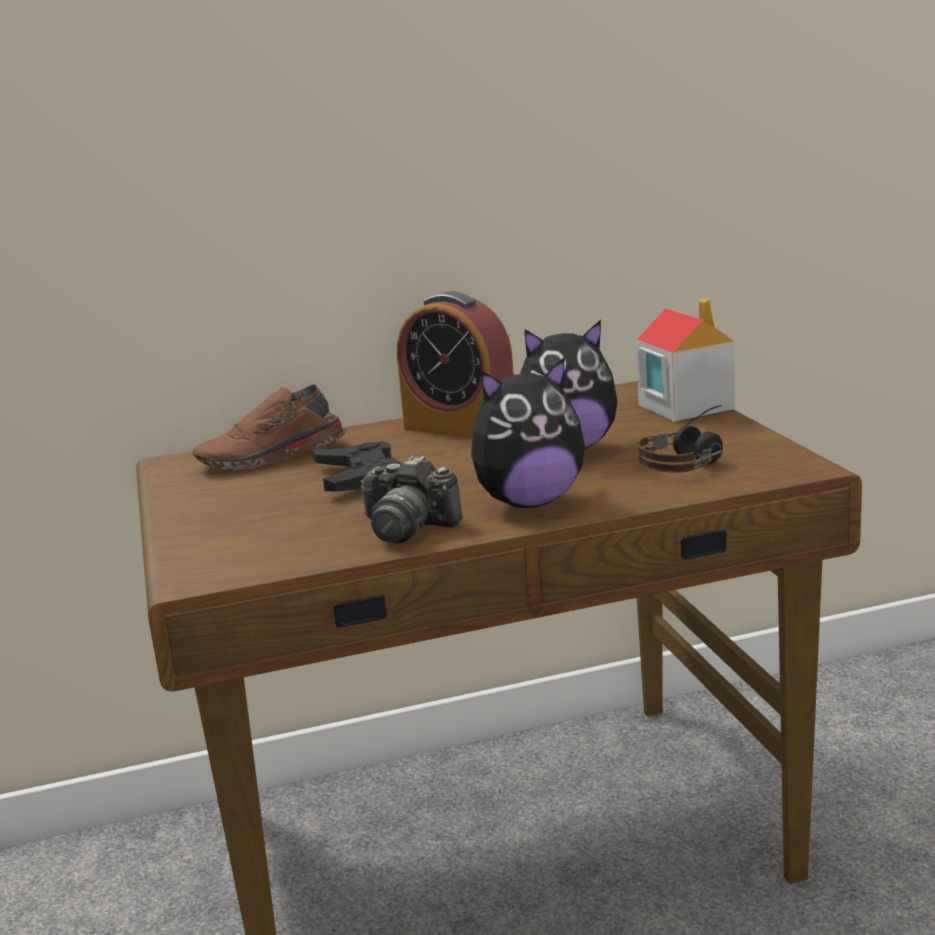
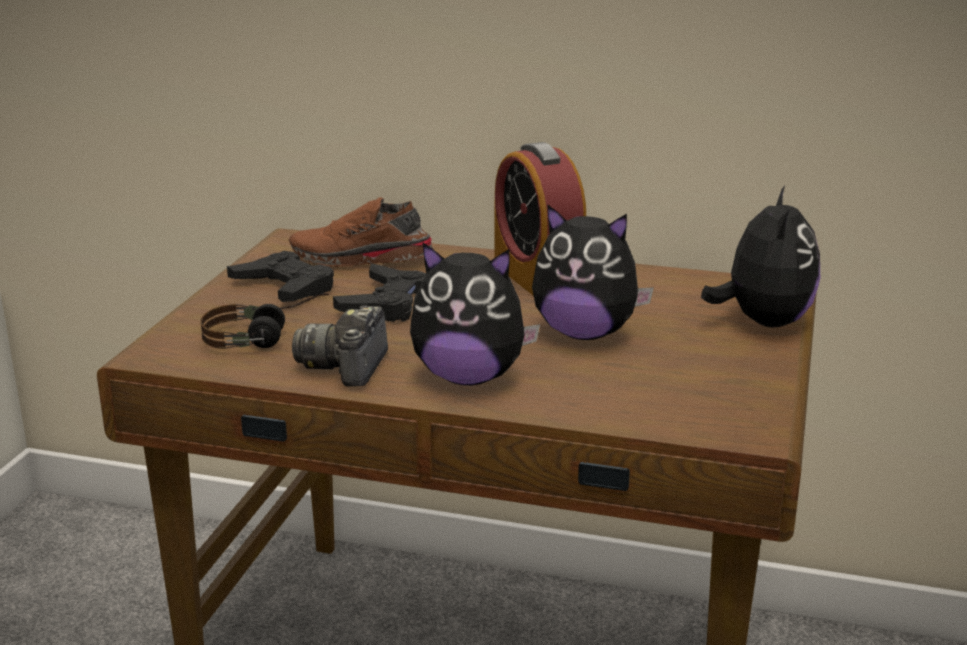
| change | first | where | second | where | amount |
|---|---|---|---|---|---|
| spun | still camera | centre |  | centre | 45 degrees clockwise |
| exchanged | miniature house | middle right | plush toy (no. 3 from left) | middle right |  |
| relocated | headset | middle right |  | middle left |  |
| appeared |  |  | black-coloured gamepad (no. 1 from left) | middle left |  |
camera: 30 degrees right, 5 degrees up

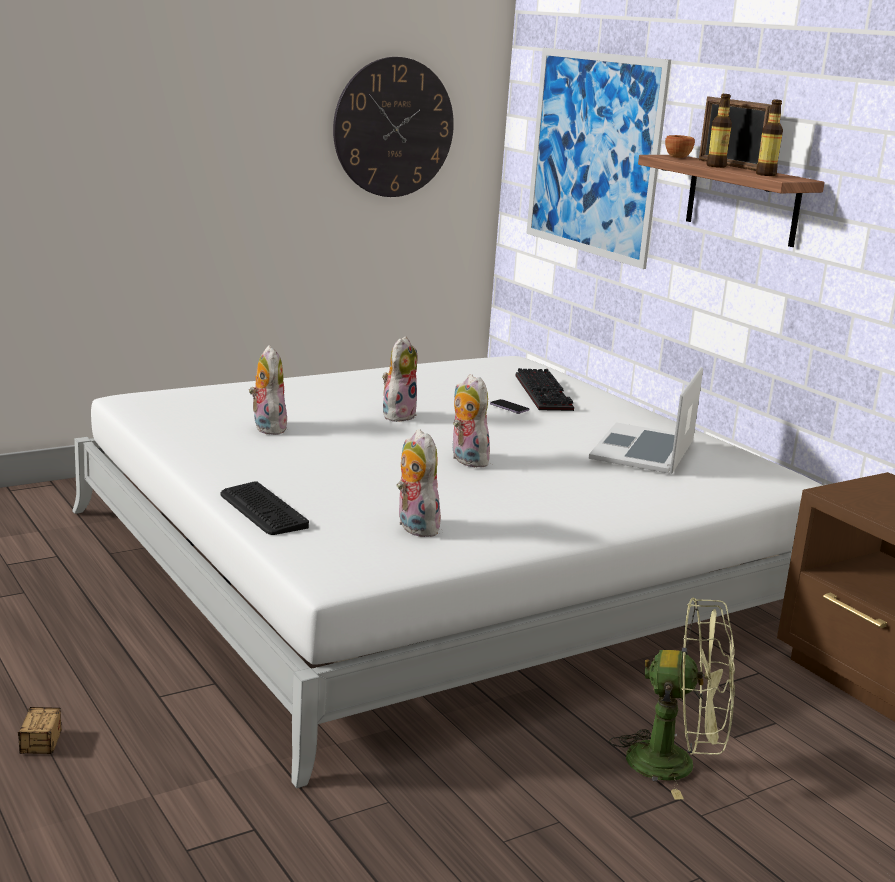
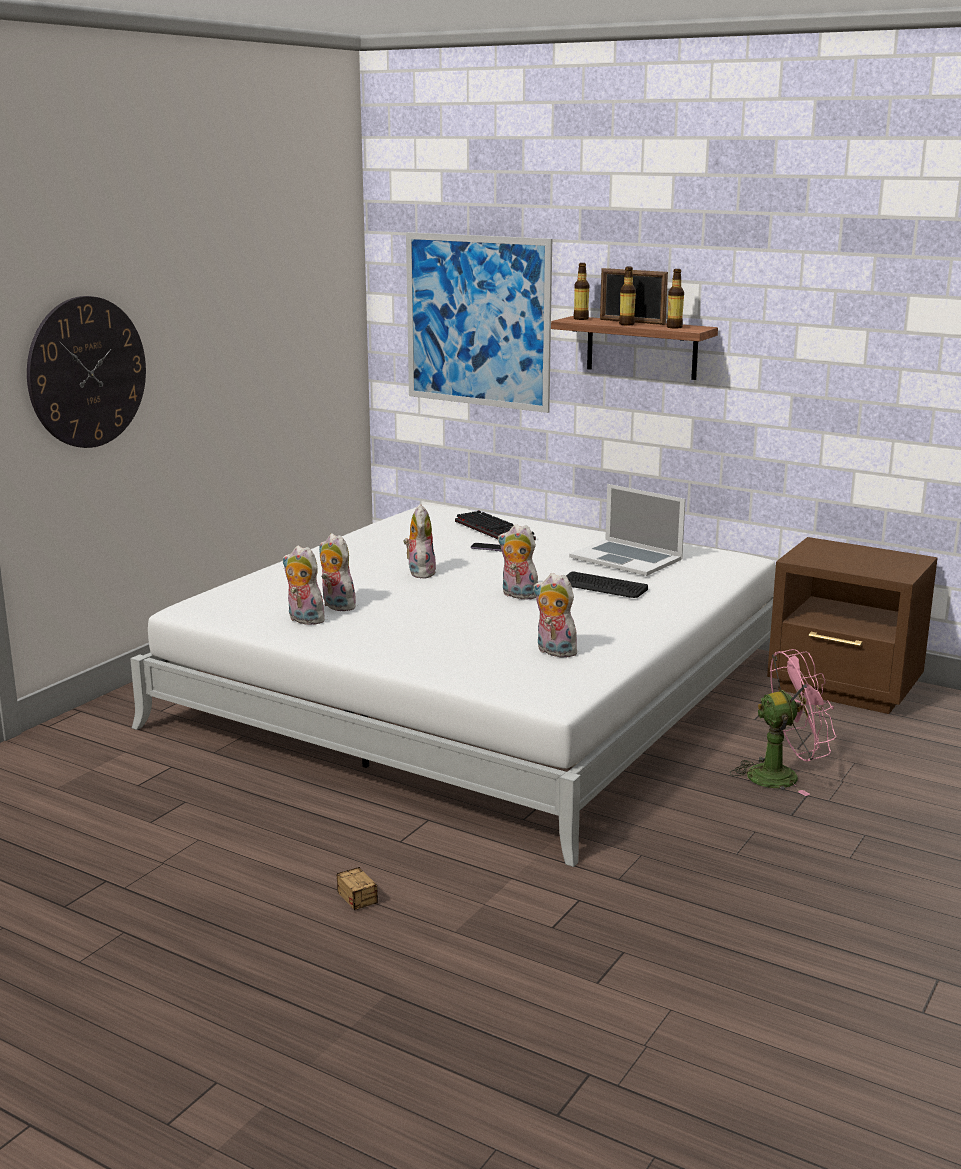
| change | first | where | second | where | amount |
|---|---|---|---|---|---|
| relocated | keyboard (no. 1 from left in the first image) | middle left | keyboard (no. 2 from left) | centre |  |
| relocated | hanging clock | top centre |  | top left |  |
| spun | portable computer | middle right |  | centre | 45 degrees counterclockwise |
| colour | green electric fan | bottom right | pinkish electric fan | middle right |  |
| exchanged | brown small cup | top right | beverage bottle (no. 1 from left) | top centre |  |
| appeared |  |  | plush toy (no. 1 from left) | middle left |  |
camera: 25 degrees left, 0 degrees up

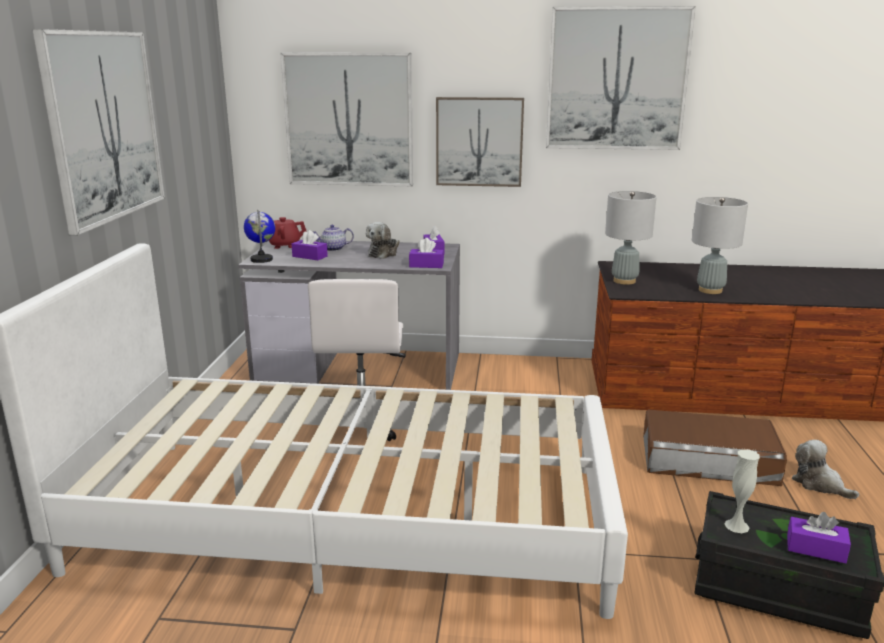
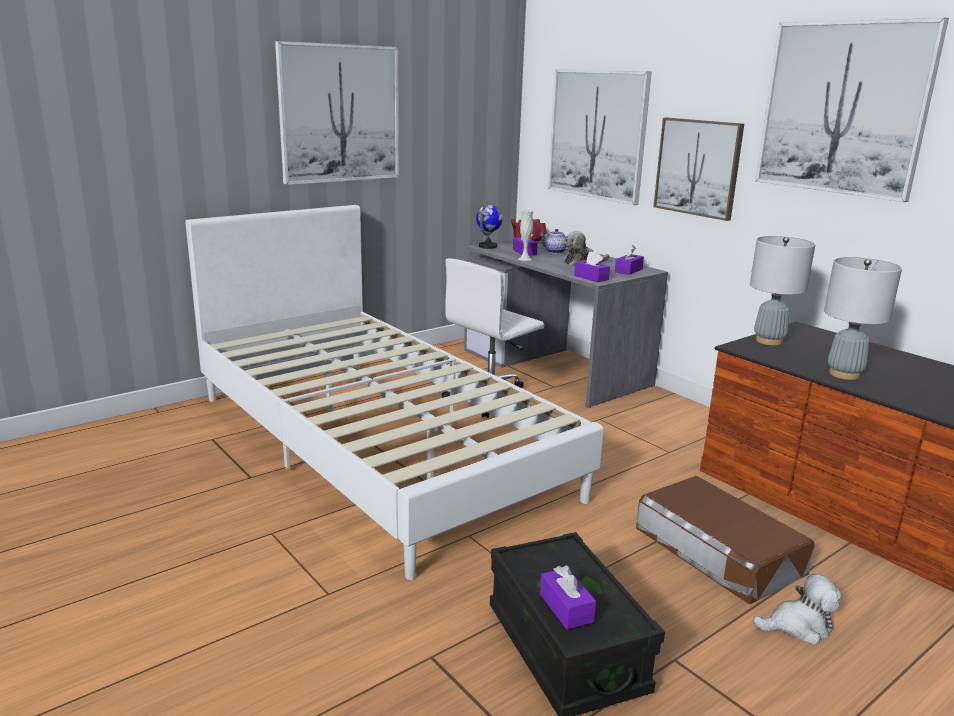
| change | first | where | second | where | amount |
|---|---|---|---|---|---|
| relocated | white vase | bottom right |  | top centre |  |
| spun | plush toy (no. 2 from left) | bottom right |  | bottom right | 75 degrees clockwise |
camera: 45 degrees right, 0 degrees up

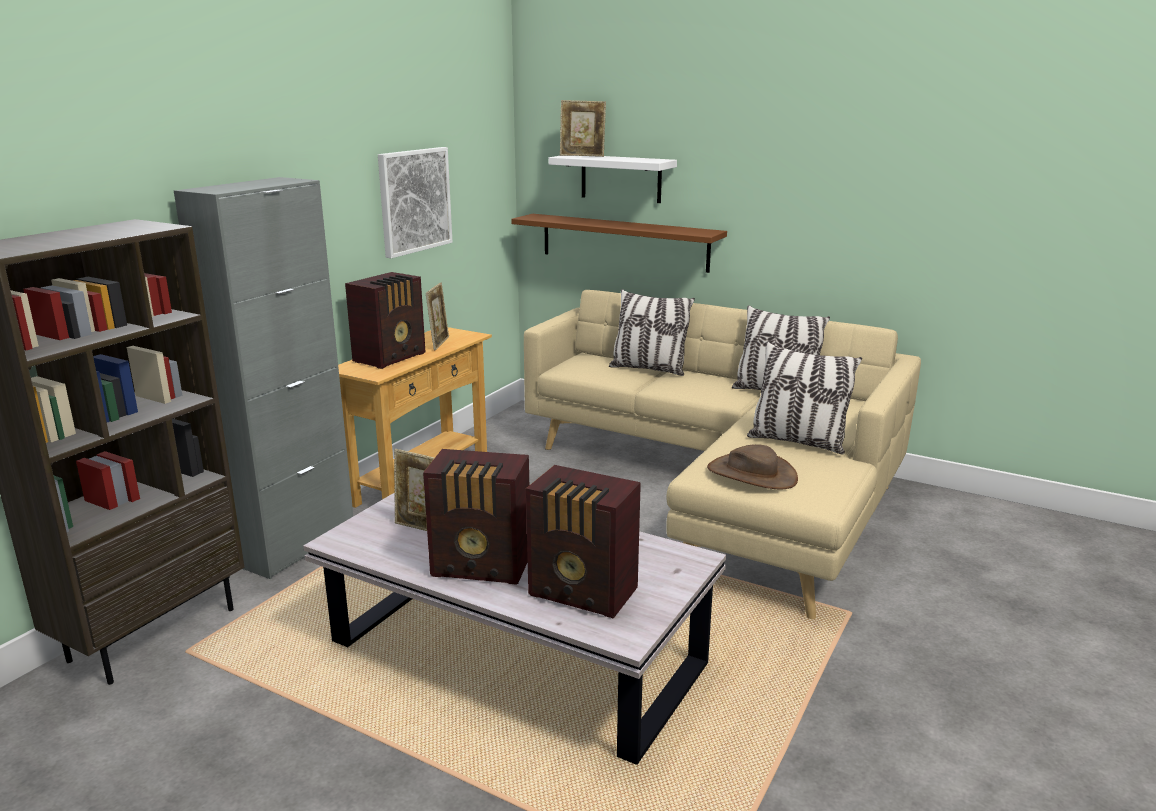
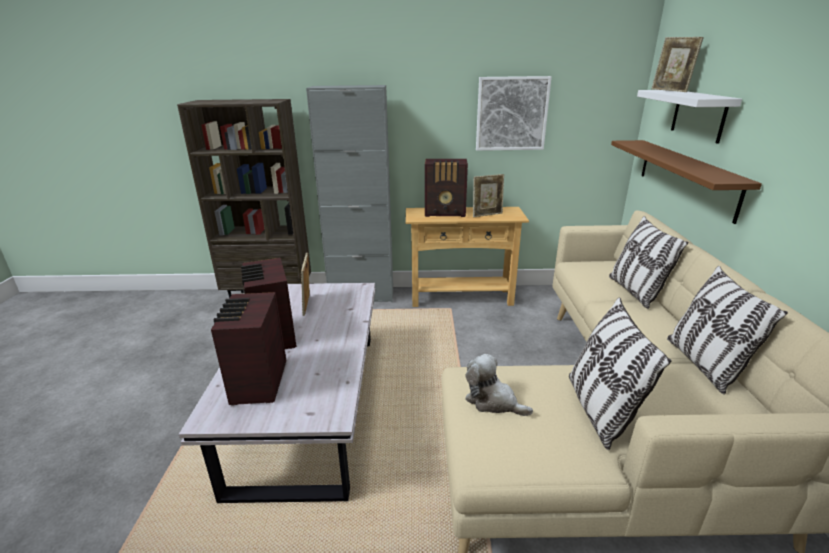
| change | first | where | second | where | amount |
|---|---|---|---|---|---|
| exchanged | brown hat | centre | plush toy | bottom centre |  |
camera: 60 degrees right, 5 degrees up

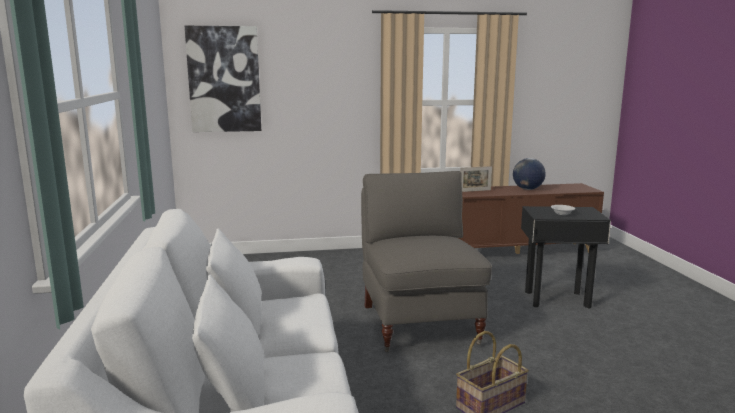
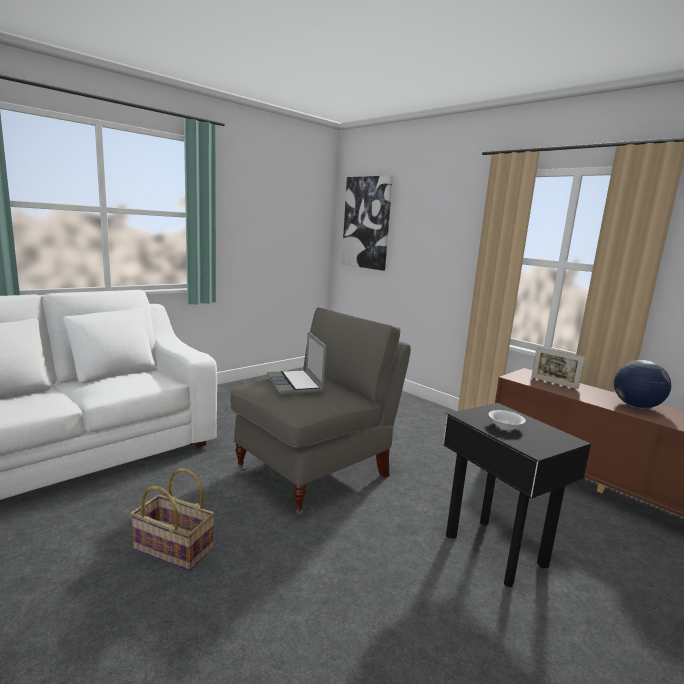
| change | first | where | second | where | amount |
|---|---|---|---|---|---|
| appeared |  |  | portable computer | centre |  |
camera: 55 degrees right, 0 degrees up

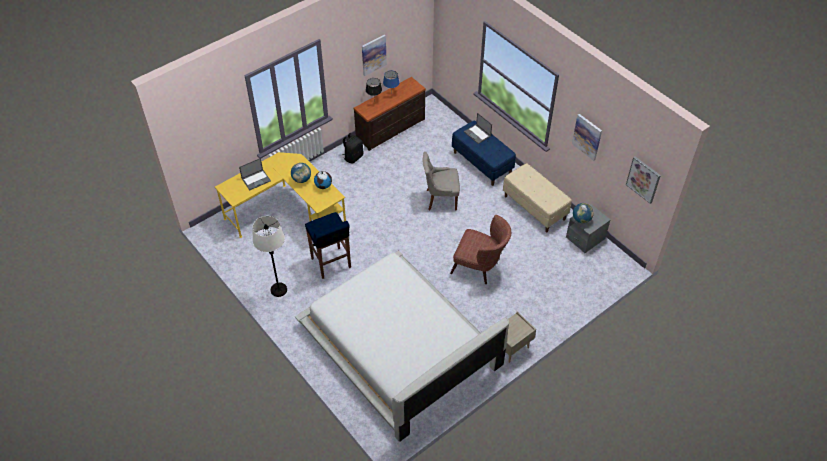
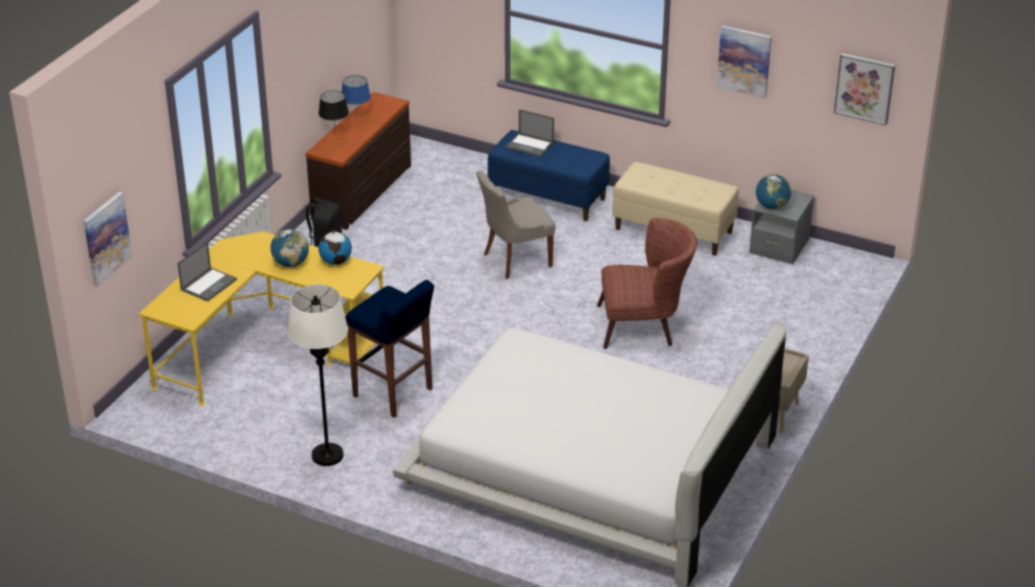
| change | first | where | second | where | amount |
|---|---|---|---|---|---|
| relocated | picture (no. 1 from left) | top centre |  | middle left |  |
camera: 25 degrees left, 15 degrees down

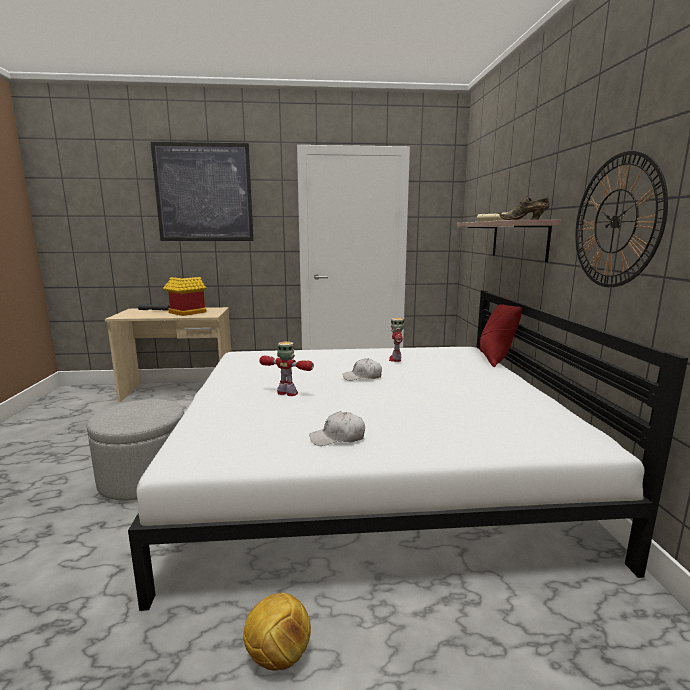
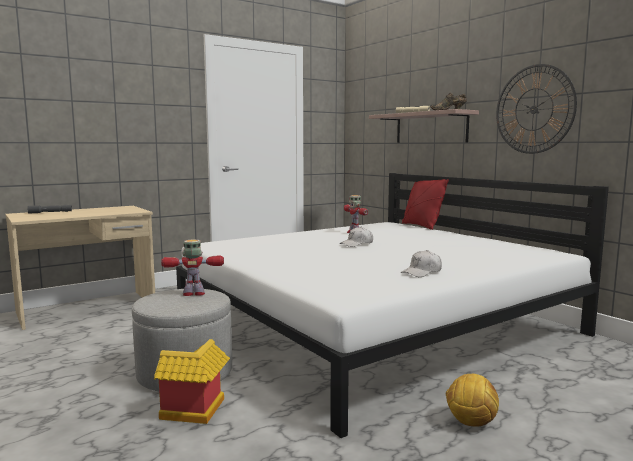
| change | first | where | second | where | amount |
|---|---|---|---|---|---|
| missing | picture | top left |  |  |  |
| relocated | miniature house | middle left |  | bottom left |  |
| relocated | model robot (no. 1 from left) | centre |  | middle left |  |
camera: 30 degrees left, 5 degrees down

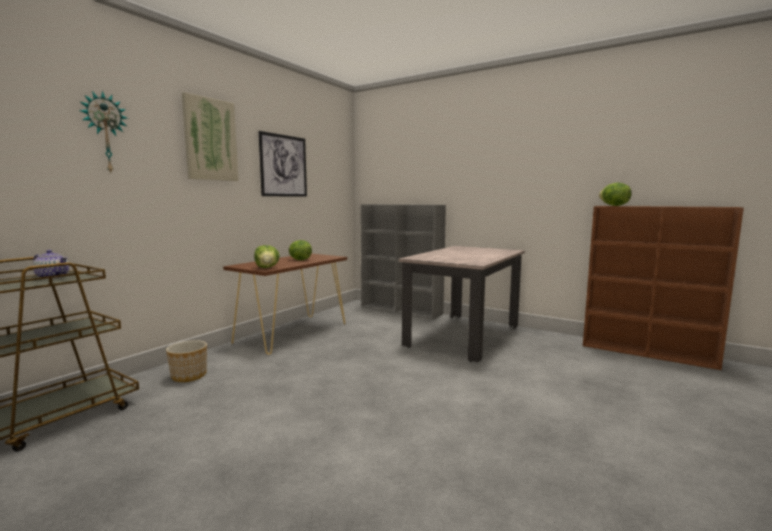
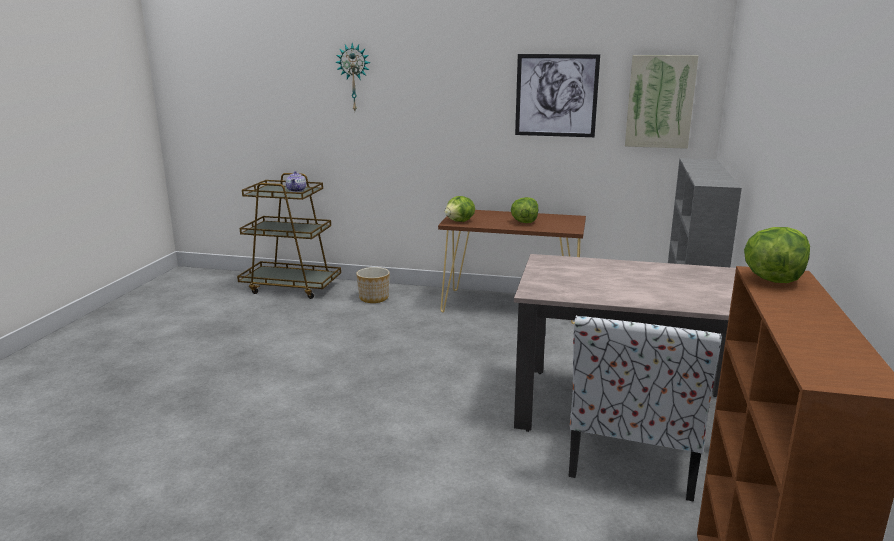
| change | first | where | second | where | amount |
|---|---|---|---|---|---|
| relocated | picture (no. 1 from left in the first image) | top left | picture (no. 2 from left) | top right |  |
| appeared |  |  | plain chair | bottom right |  |
camera: 70 degrees right, 10 degrees up

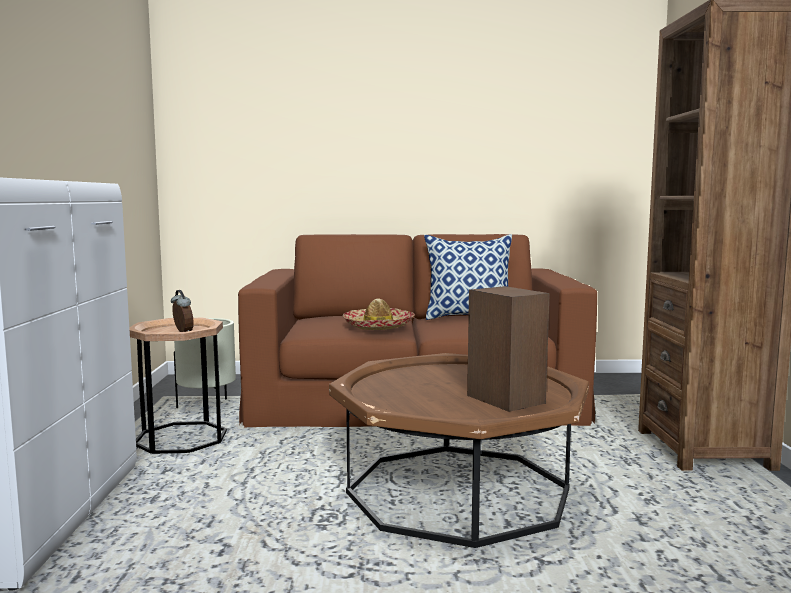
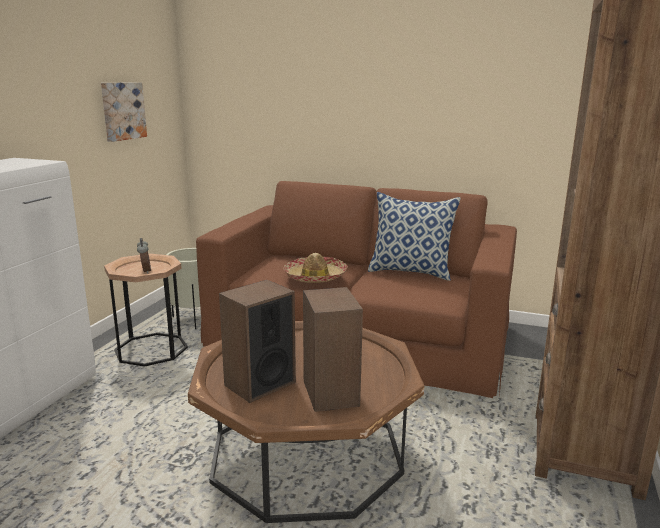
| change | first | where | second | where | amount |
|---|---|---|---|---|---|
| appeared |  |  | picture | top left |  |
| appeared |  |  | audio speaker (no. 1 from left) | centre |  |
camera: 20 degrees right, 10 degrees up

